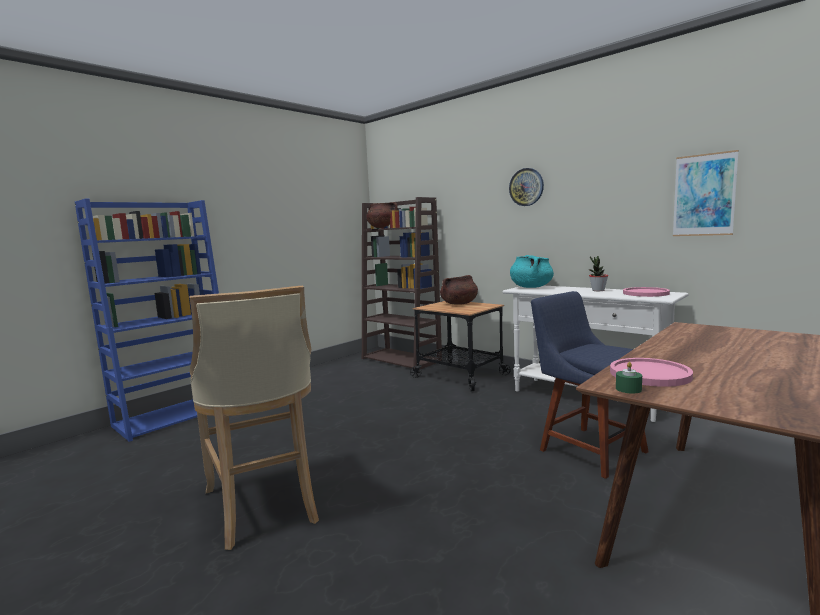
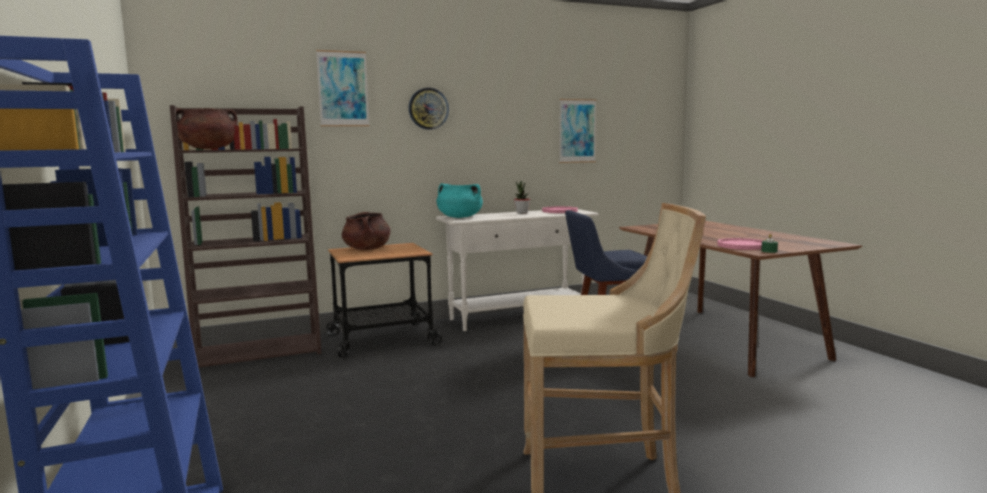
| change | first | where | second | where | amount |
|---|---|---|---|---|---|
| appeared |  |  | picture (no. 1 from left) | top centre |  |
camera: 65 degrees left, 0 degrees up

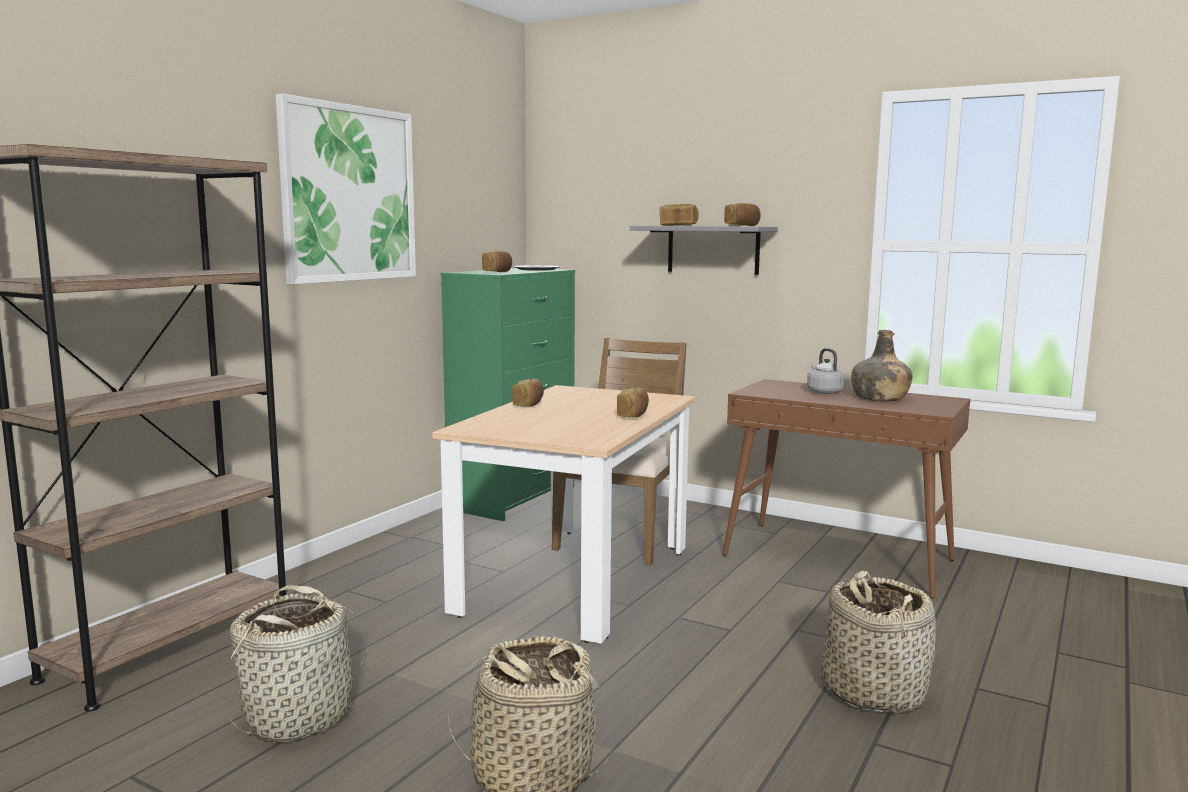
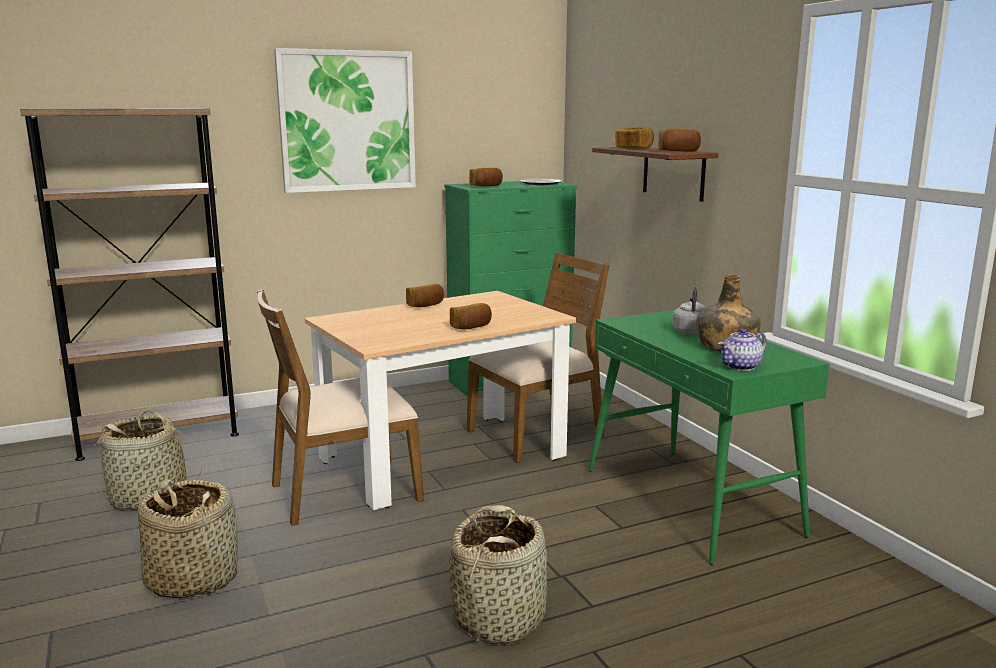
| change | first | where | second | where | amount |
|---|---|---|---|---|---|
| colour | greyish shelf | top centre | brown shelf | top centre |  |
| colour | brown narrow table | middle right | green narrow table | middle right |  |
| appeared |  |  | brown plain chair (no. 1 from left) | centre |  |
| appeared |  |  | tea pot | middle right |  |
camera: 35 degrees right, 5 degrees up

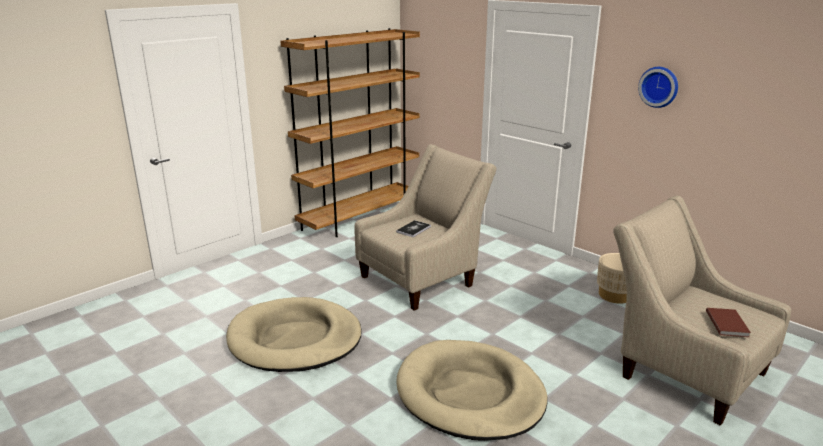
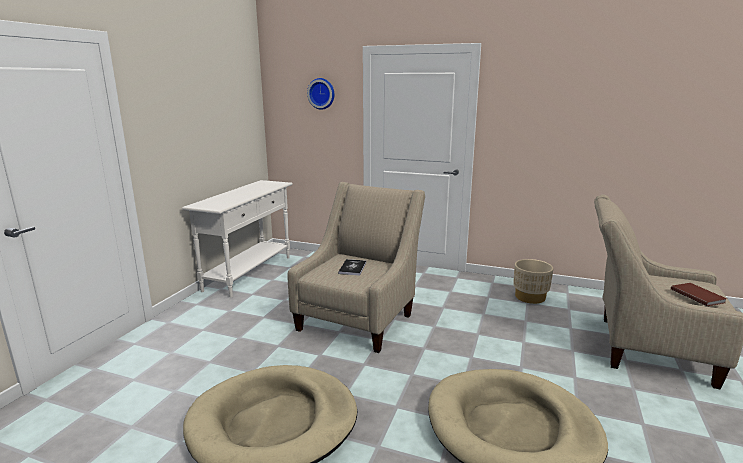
| change | first | where | second | where | amount |
|---|---|---|---|---|---|
| exchanged | brown shelving unit | top centre | white narrow table | middle left |  |
| relocated | hanging clock | top right |  | top centre |  |
camera: 25 degrees left, 5 degrees down

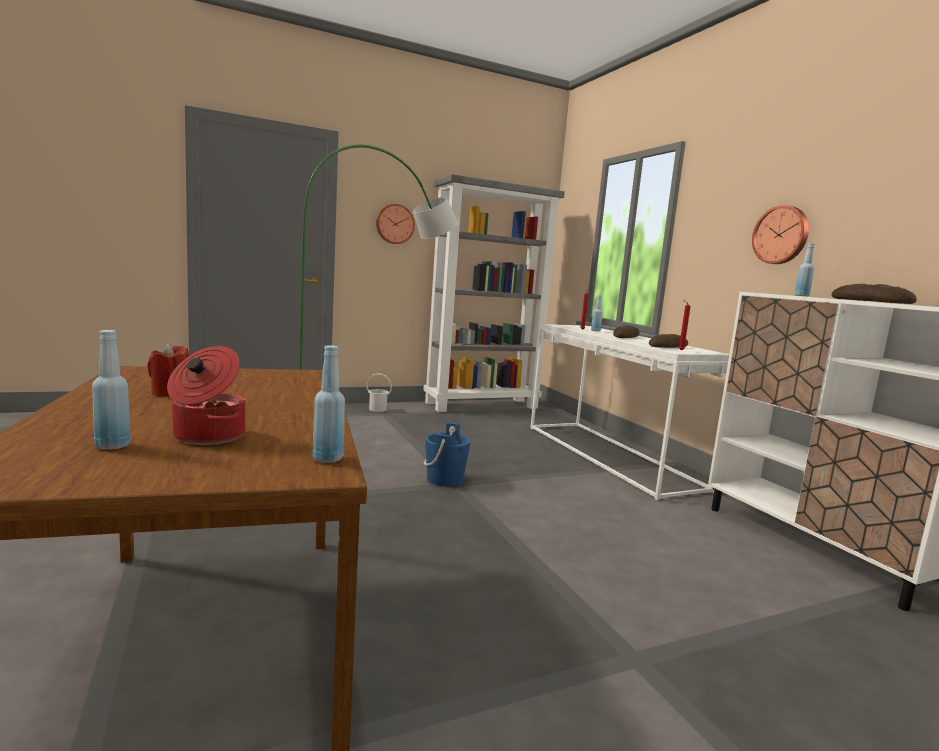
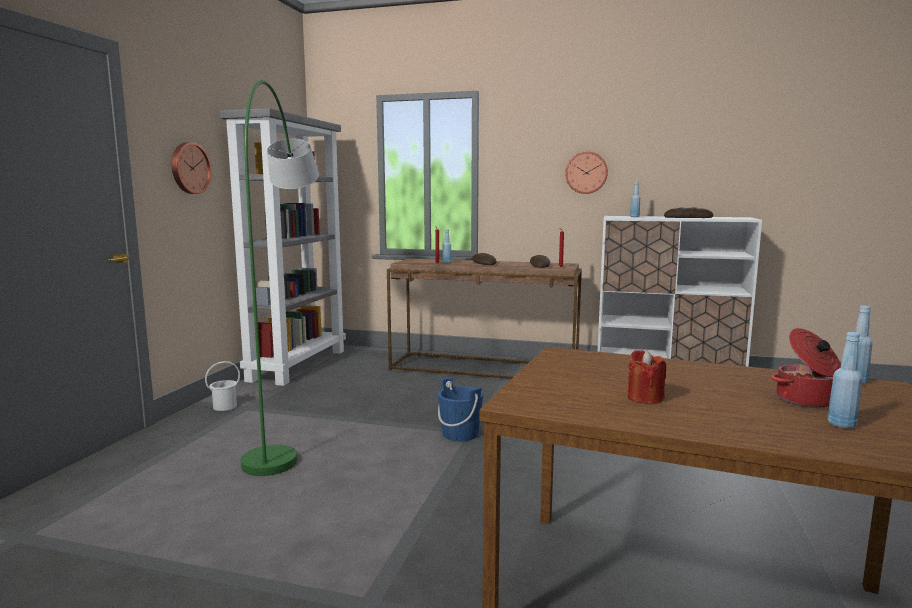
| change | first | where | second | where | amount |
|---|---|---|---|---|---|
| colour | white narrow table | middle right | brown narrow table | centre |  |
camera: 50 degrees left, 0 degrees up

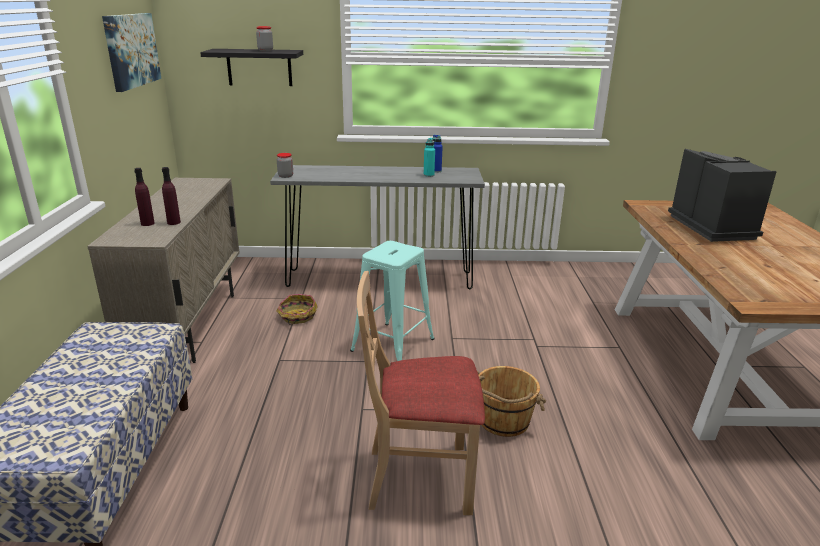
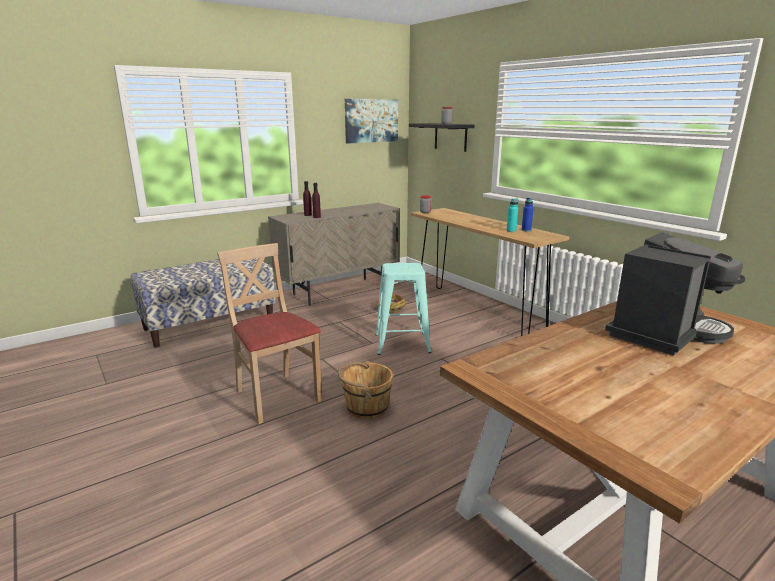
| change | first | where | second | where | amount |
|---|---|---|---|---|---|
| colour | greyish narrow table | centre | brown narrow table | centre |  |
camera: 55 degrees right, 5 degrees down

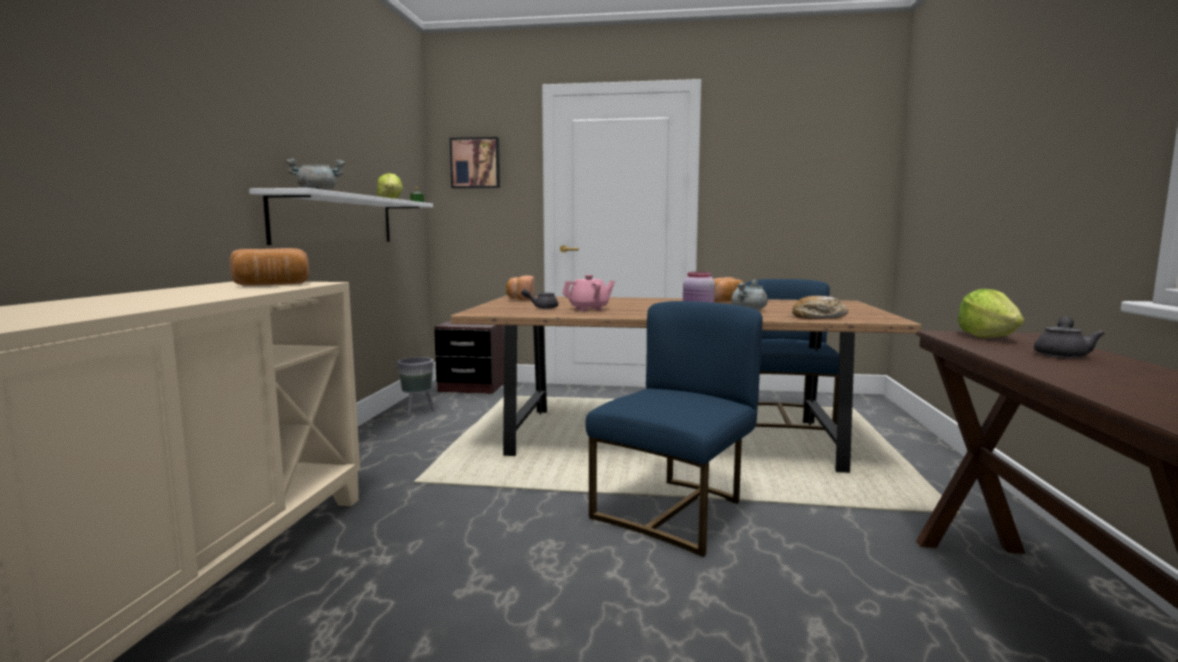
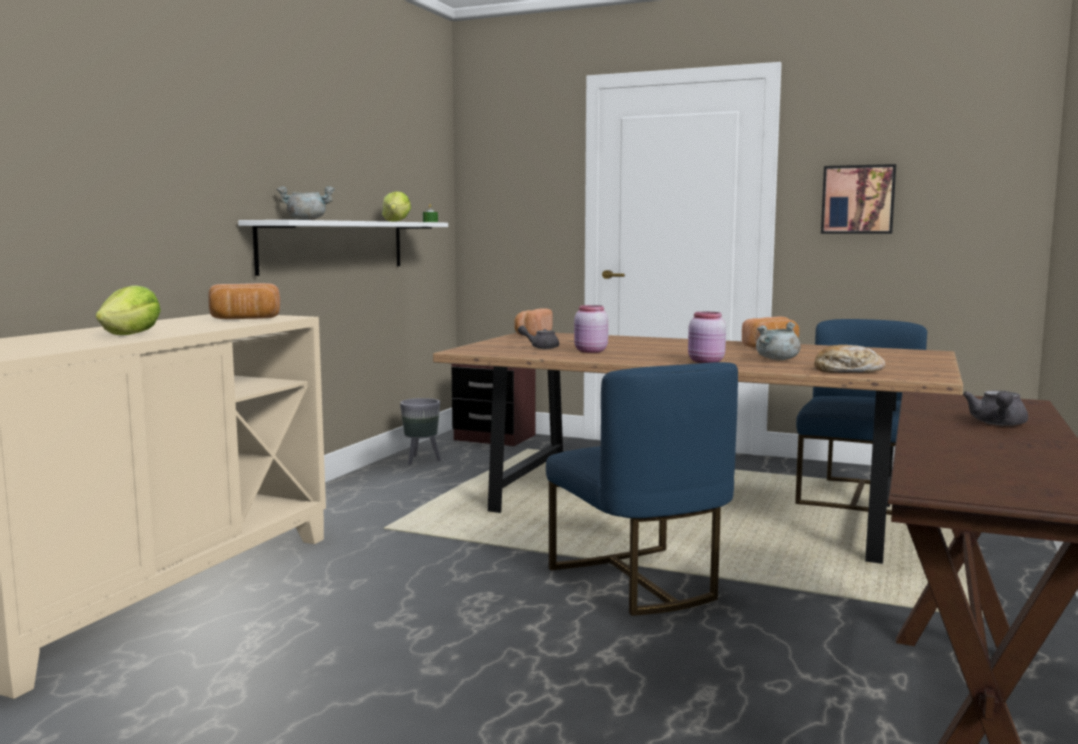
| change | first | where | second | where | amount |
|---|---|---|---|---|---|
| relocated | picture | top centre |  | top right |  |
| exchanged | pinkish tea pot | centre | pinkish storage jar (no. 1 from left) | centre |  |
| spun | blue plain chair (no. 1 from left) | centre |  | centre | 105 degrees clockwise |
| relocated | head of lettuce (no. 2 from left in the first image) | middle right | head of lettuce (no. 1 from left) | middle left |  |
| spun | greyish tea pot (no. 2 from left) | middle right |  | middle right | 150 degrees clockwise |
camera: 15 degrees right, 0 degrees up

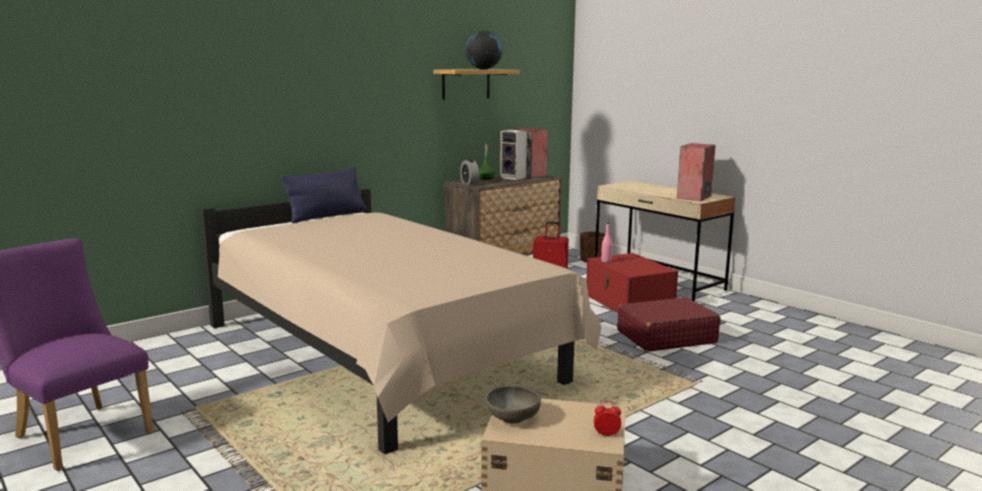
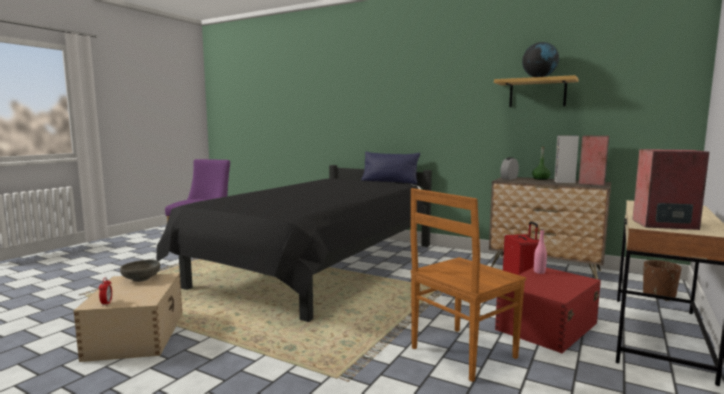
| change | first | where | second | where | amount |
|---|---|---|---|---|---|
| colour | beige-coloured bedroom bed | centre | black-coloured bedroom bed | centre |  |
| exchanged | red piece of luggage (no. 2 from left) | middle right | brown plain chair | bottom centre |  |
camera: 70 degrees right, 5 degrees down

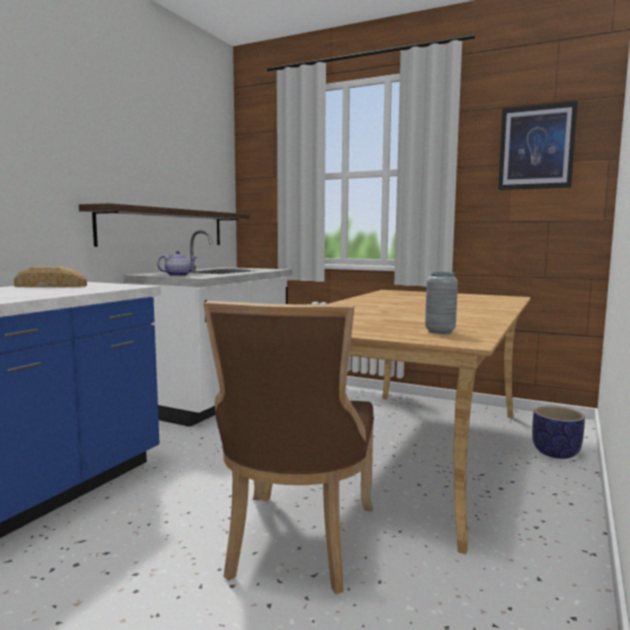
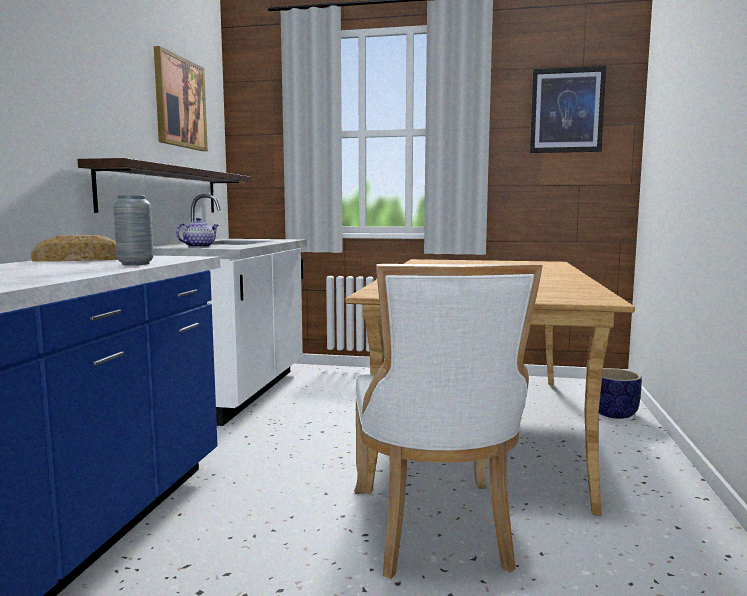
| change | first | where | second | where | amount |
|---|---|---|---|---|---|
| colour | brown plain chair | bottom centre | white plain chair | bottom centre |  |
| relocated | greyish vase | middle right |  | middle left |  |
| appeared |  |  | picture (no. 1 from left) | top left |  |
camera: 15 degrees left, 0 degrees up

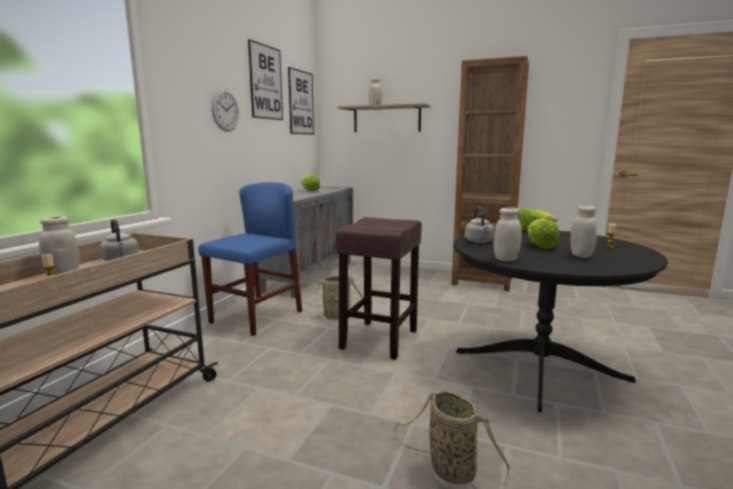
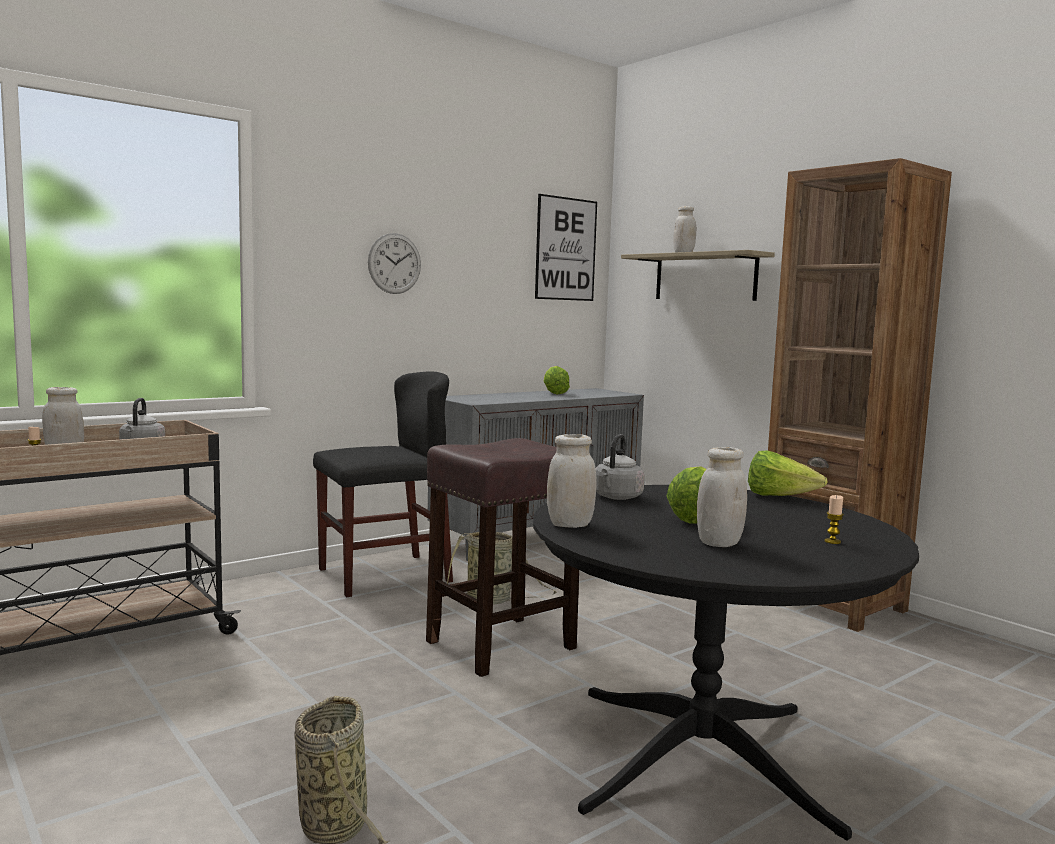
| change | first | where | second | where | amount |
|---|---|---|---|---|---|
| colour | blue plain chair | centre | black-coloured plain chair | centre |  |
| missing | picture (no. 1 from left) | top centre |  |  |  |
camera: 30 degrees right, 5 degrees down

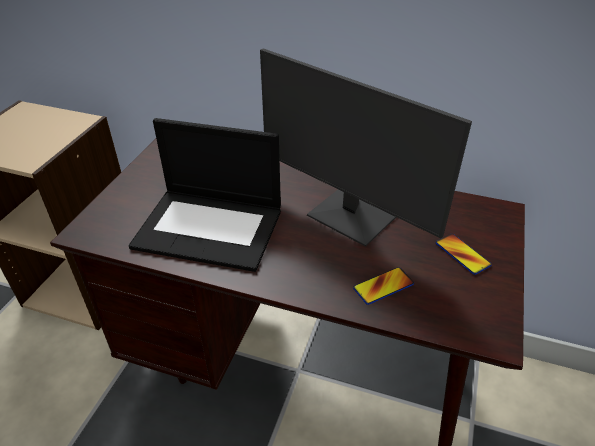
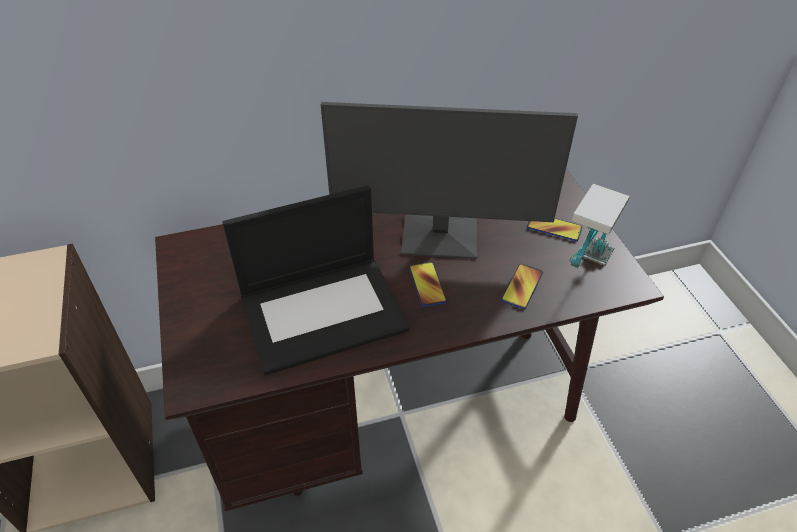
| change | first | where | second | where | amount |
|---|---|---|---|---|---|
| appeared |  |  | handset (no. 1 from left) | centre |  |
| appeared |  |  | table lamp | middle right |  |
camera: 35 degrees left, 5 degrees up

